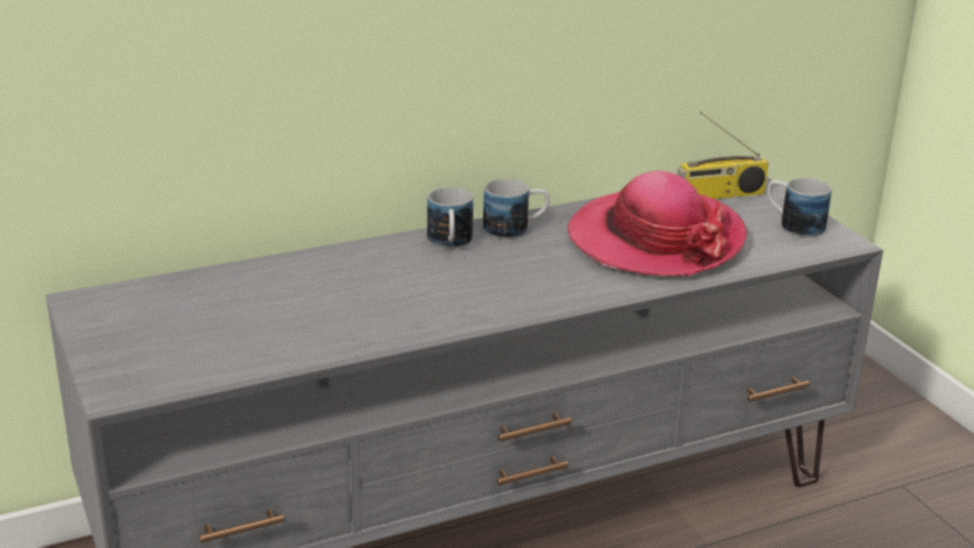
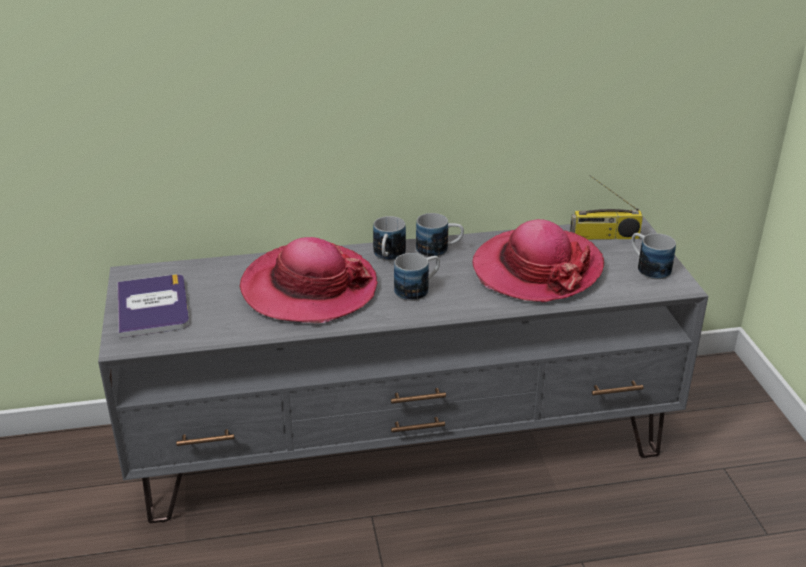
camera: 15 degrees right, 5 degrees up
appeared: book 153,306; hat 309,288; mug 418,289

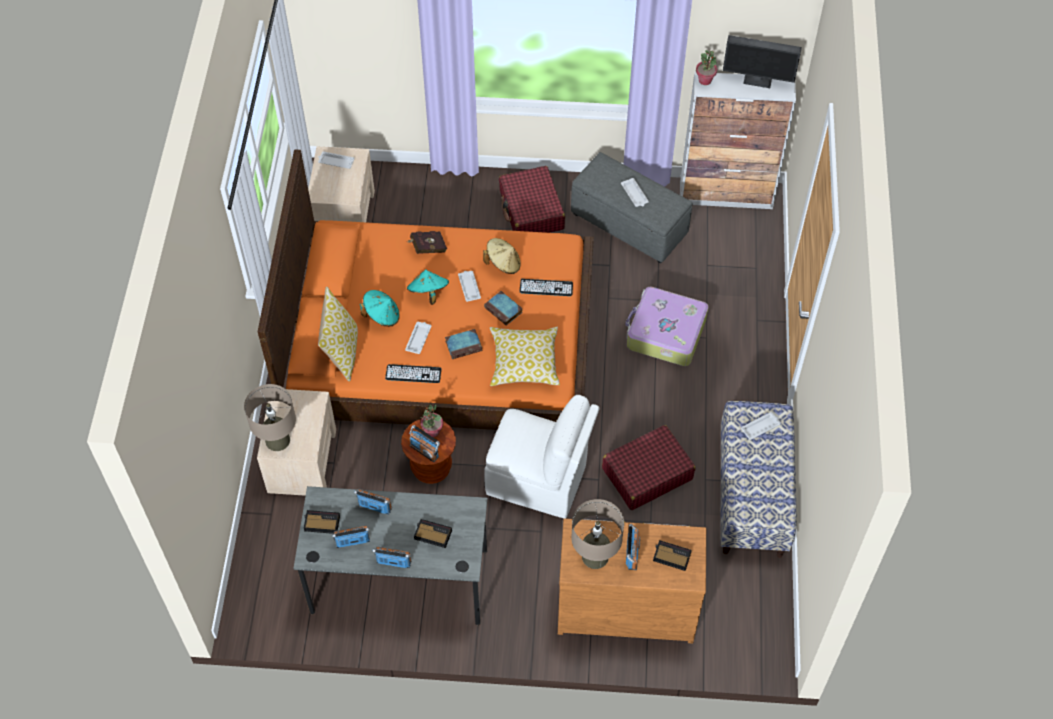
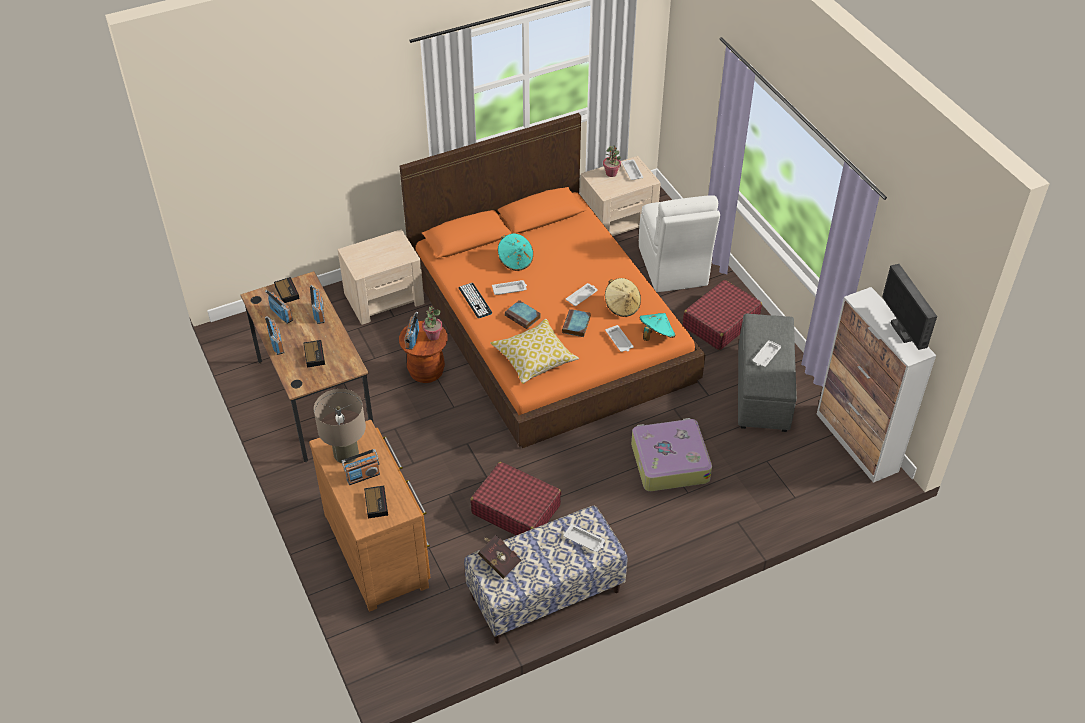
camera: 60 degrees right, 10 degrees down
missing: table lamp/beige 277,440; pillow 341,352
relocated: hat/turquoise 428,293 to 656,335; book/red 427,248 to 498,561; chair/white 539,481 to 673,267; potted plant 705,80 to 611,173
exchanged: keyboard 546,288 to tray/white 619,341
colour: desk/grey 399,581 to desk/brown 315,398

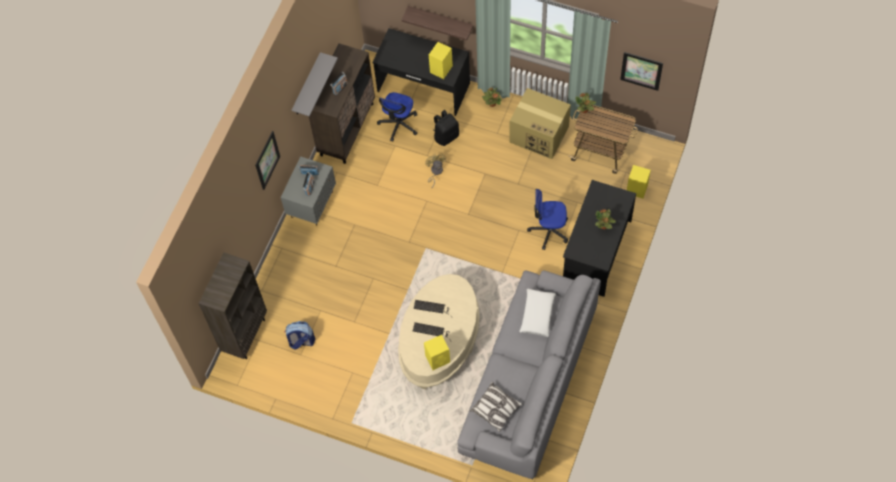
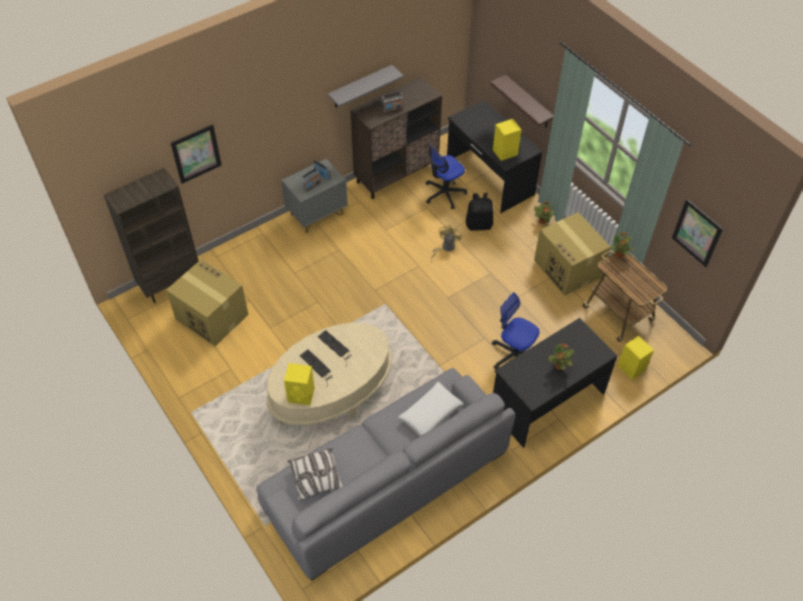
camera: 30 degrees right, 10 degrees down
relocated: picture 267,160 to 196,154
exchanged: backpack 301,341 to cardboard box 211,316

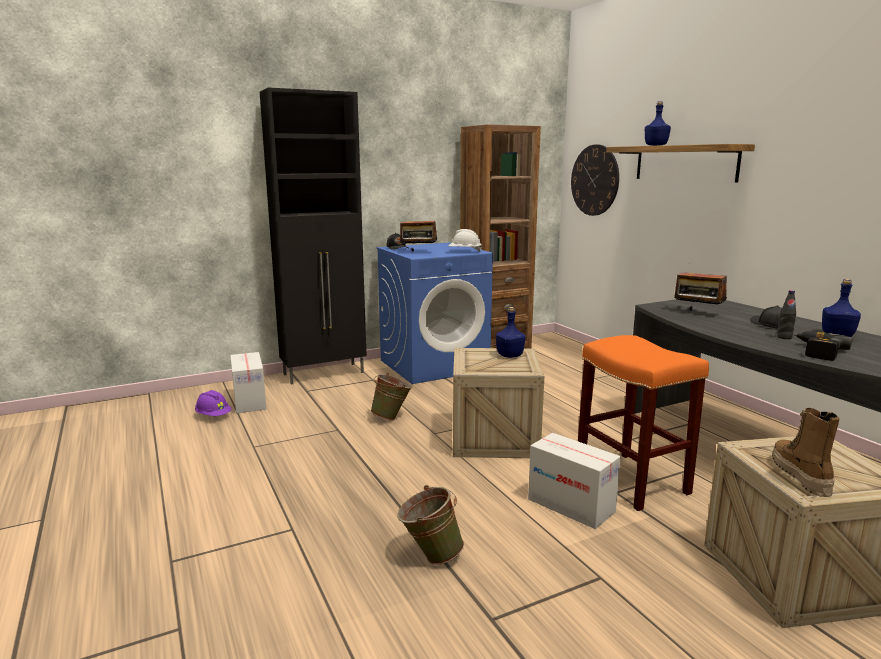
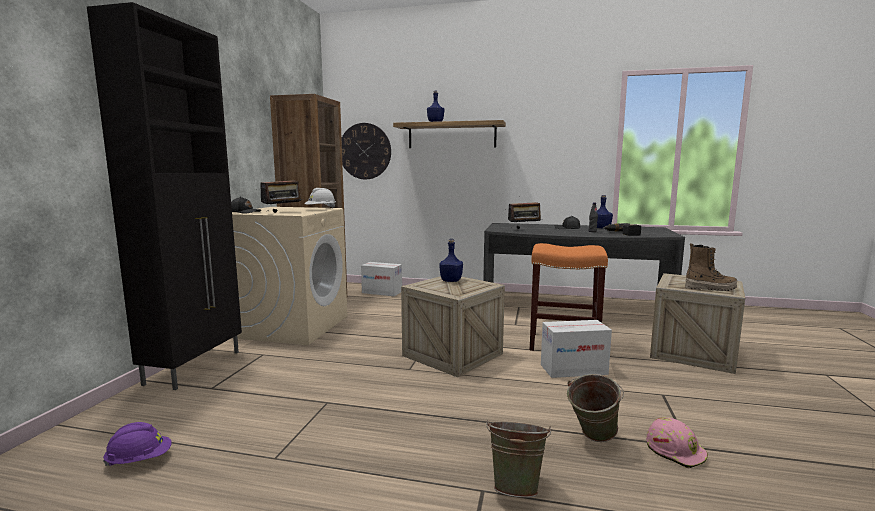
camera: 50 degrees left, 5 degrees down
appeared: hard hat/pink 675,451
relocated: cardboard box 249,401 to 382,292; bucket/green 392,417 to 516,487
colour: washing machine/blue 434,365 to washing machine/beige 293,326
spun: boot 799,475 = 710,288 150 degrees clockwise

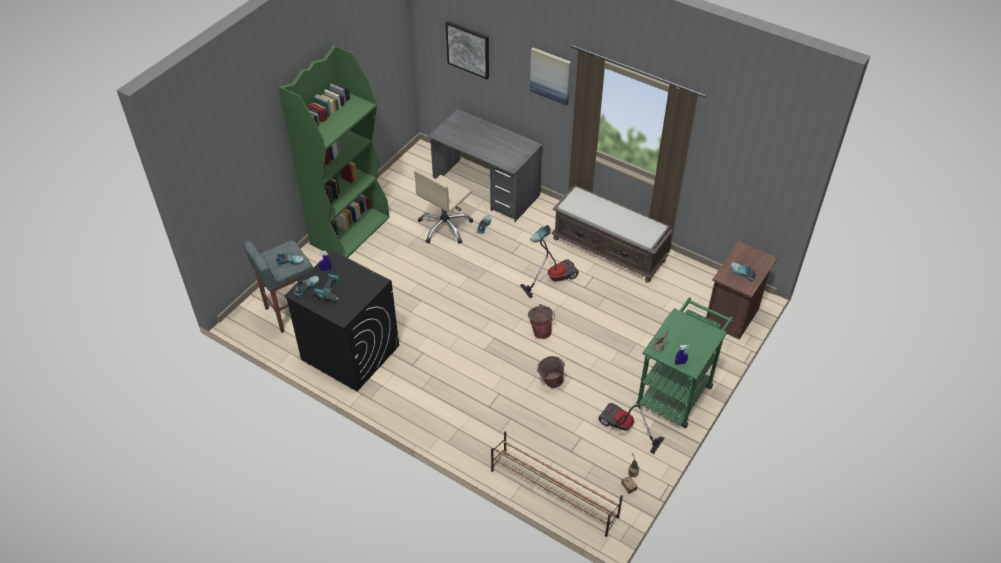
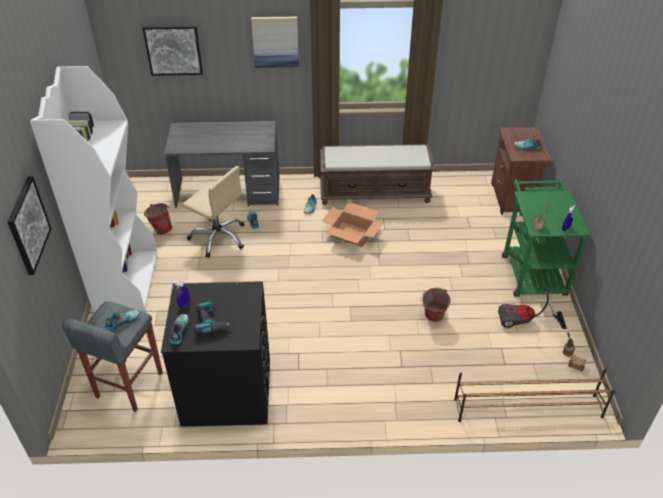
camera: 35 degrees left, 5 degrees down
appeared: picture 28,225
relocated: bucket 540,330 to 161,229
exchanged: vacuum cleaner 553,278 to cardboard box 352,234
colour: bookcase/green 350,230 to bookcase/white 126,281
spun: office chair/beige 445,227 = 218,237 60 degrees counterclockwise

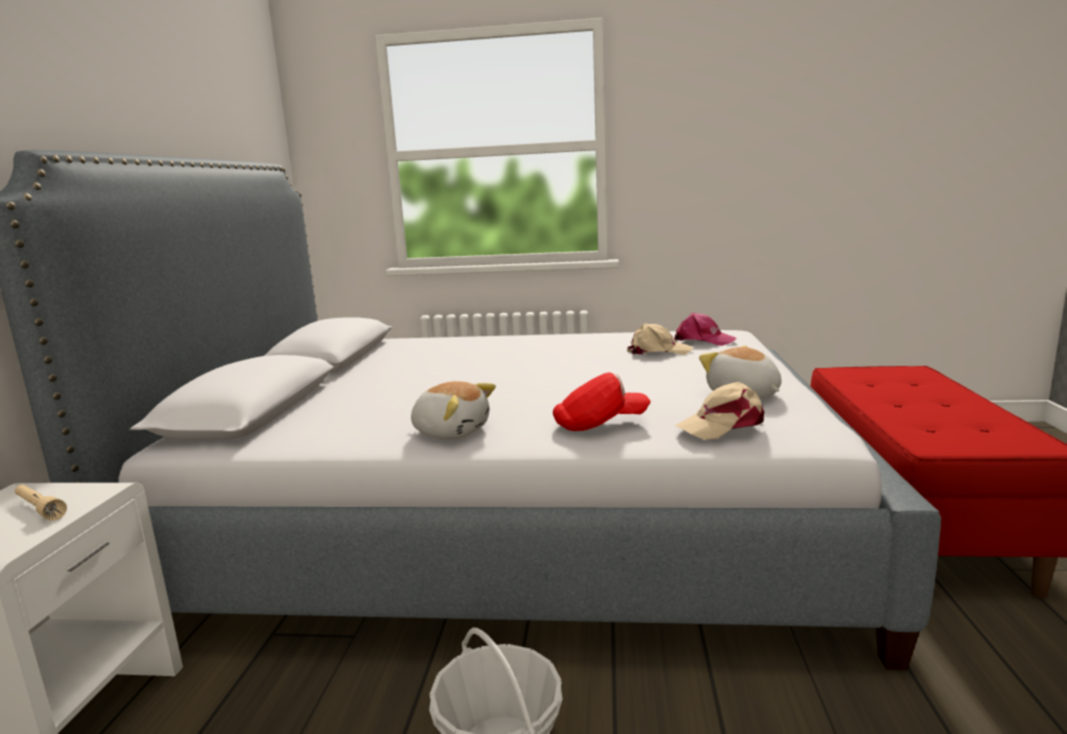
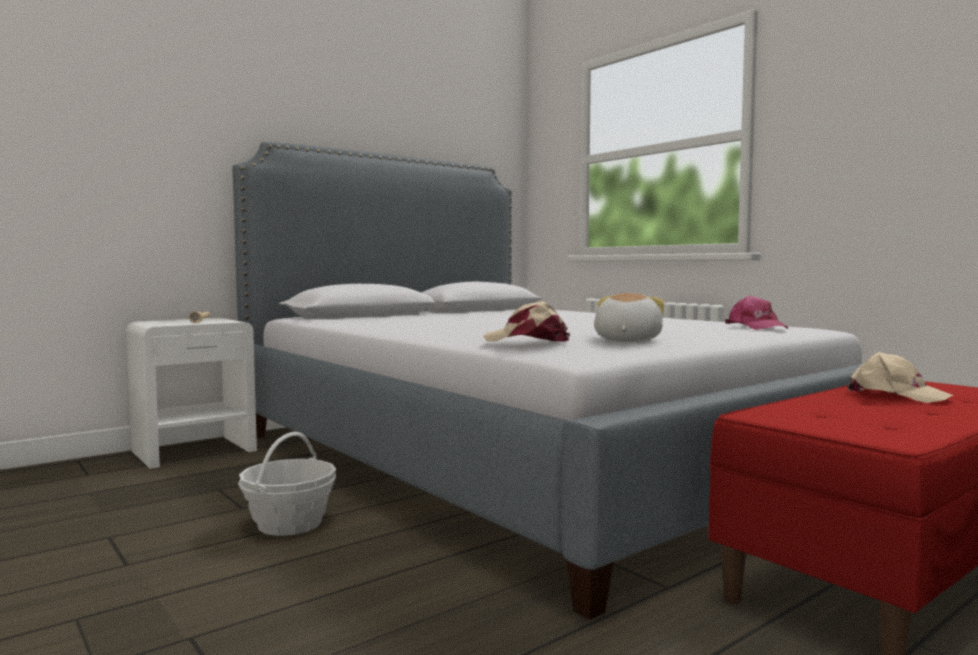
camera: 45 degrees right, 10 degrees down
missing: plush toy 451,431; cap/red 599,424
relocated: cap/beige 658,351 to 895,395

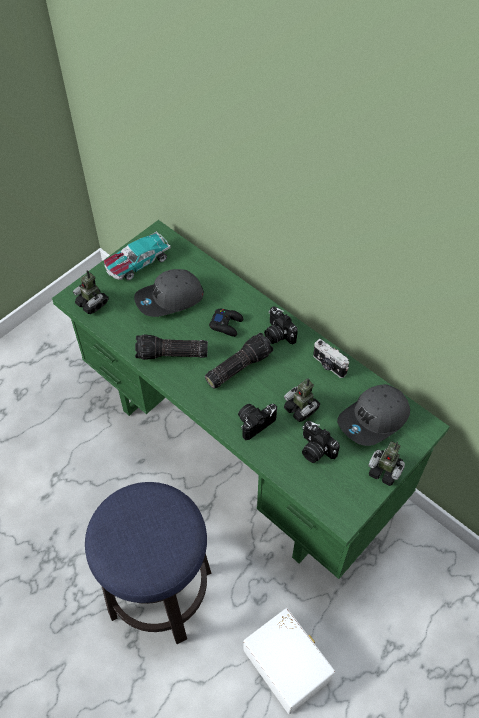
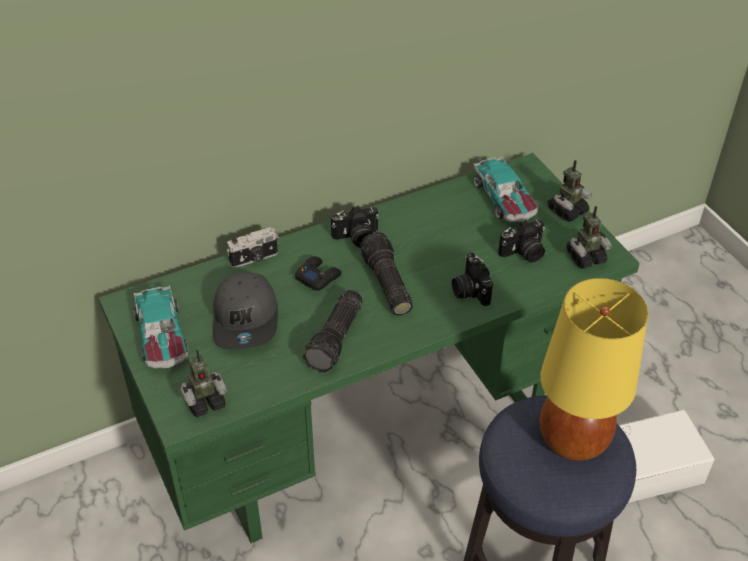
camera: 70 degrees left, 10 degrees down
appeared: table lamp/yellow 572,440
relocated: toy robot 301,408 to 585,257; photo camera 328,365 to 254,259
exchanged: cap/grey 374,420 to toy car 504,199

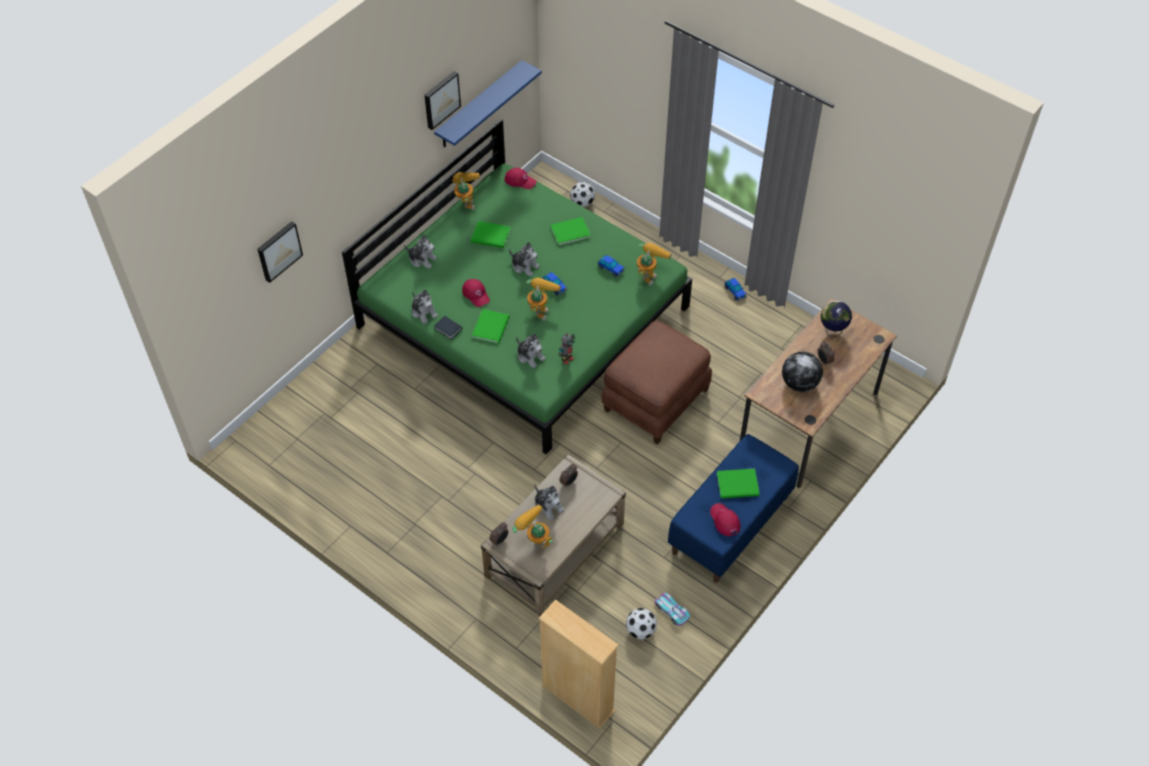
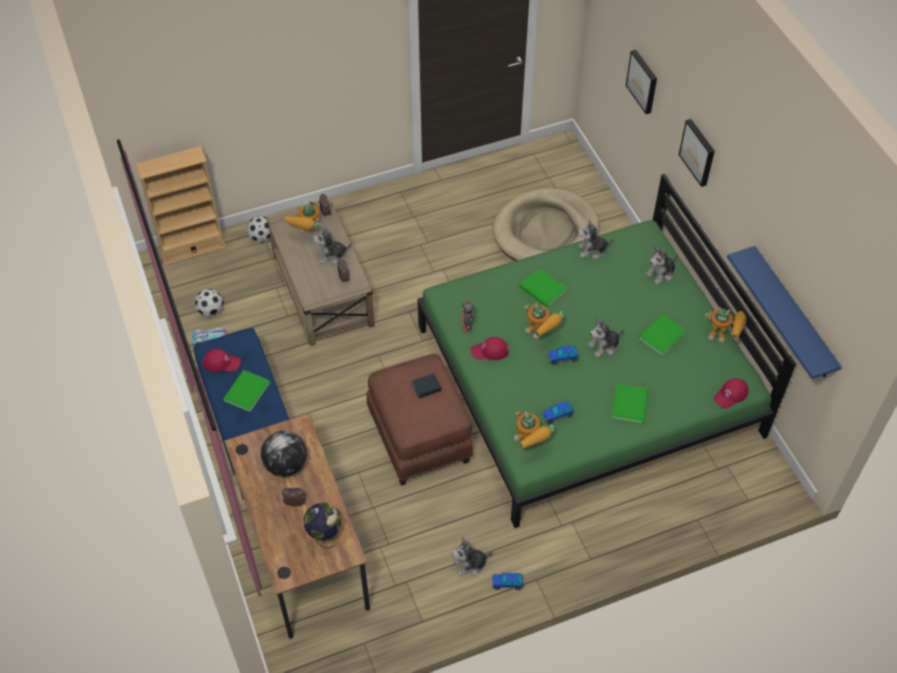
camera: 120 degrees right, 0 degrees up
appeared: dog bed/beige 545,232
relocated: picture 441,99 to 698,152; book 448,329 to 426,388; cap/red 476,294 to 490,351; plush toy 530,356 to 470,564; football 582,203 to 261,237
spun: toy robot 534,541 = 308,233 120 degrees clockwise

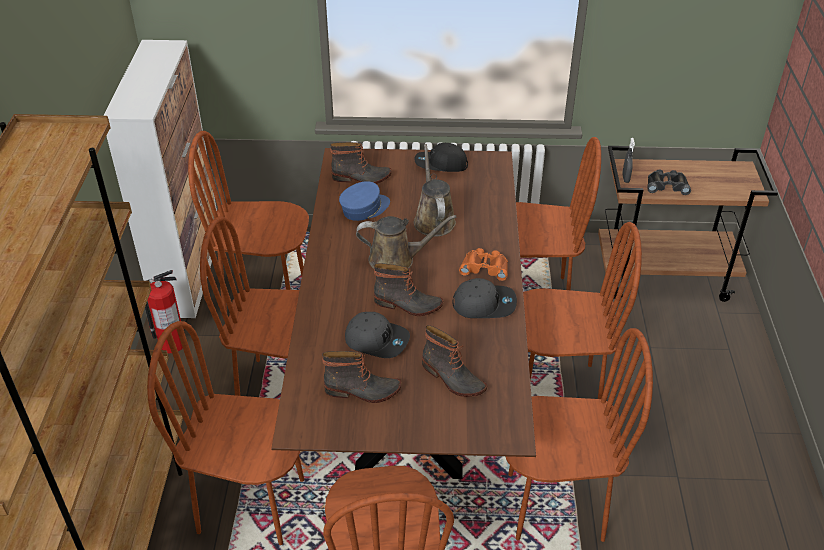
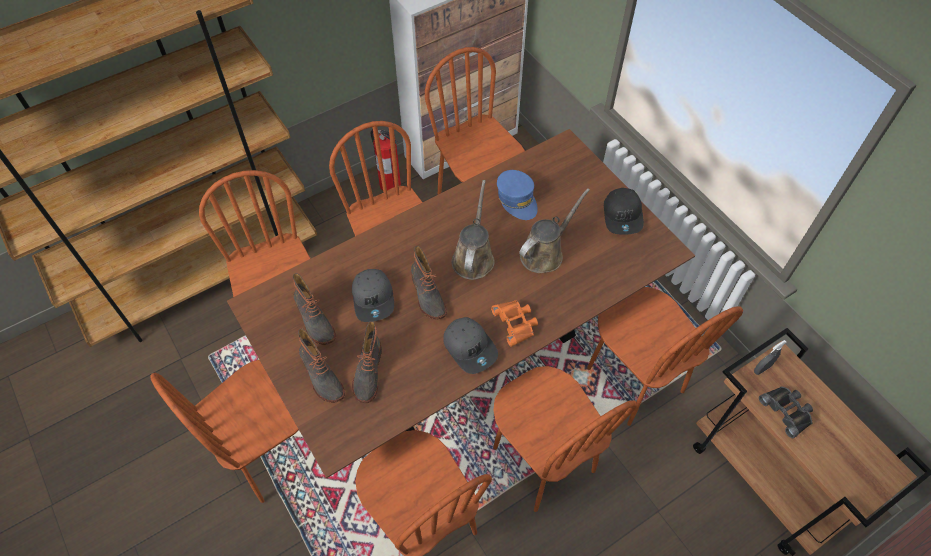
camera: 55 degrees right, 15 degrees up
relocated: boot 361,178 to 321,377
spun: cap/blue 364,208 = 517,199 45 degrees clockwise; watering can/brown 396,260 = 473,257 135 degrees counterclockwise; cap/black 441,164 = 623,216 150 degrees counterclockwise

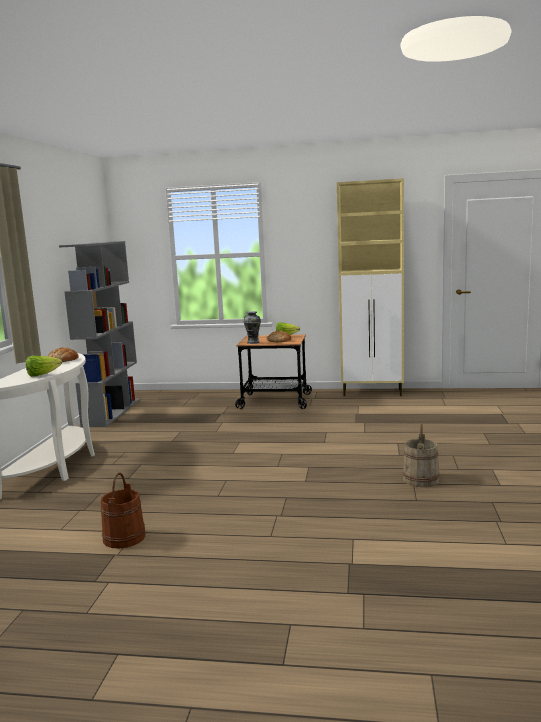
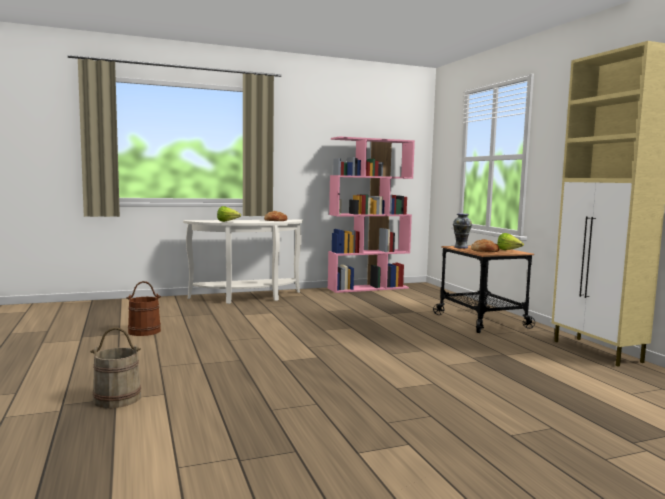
camera: 60 degrees right, 5 degrees down
relocated: bucket/beige 421,479 to 117,399
colour: bookcase/grey 112,412 to bookcase/pink 368,288

